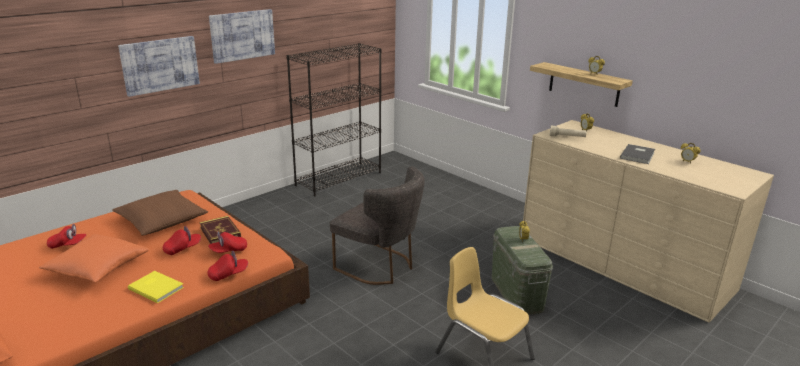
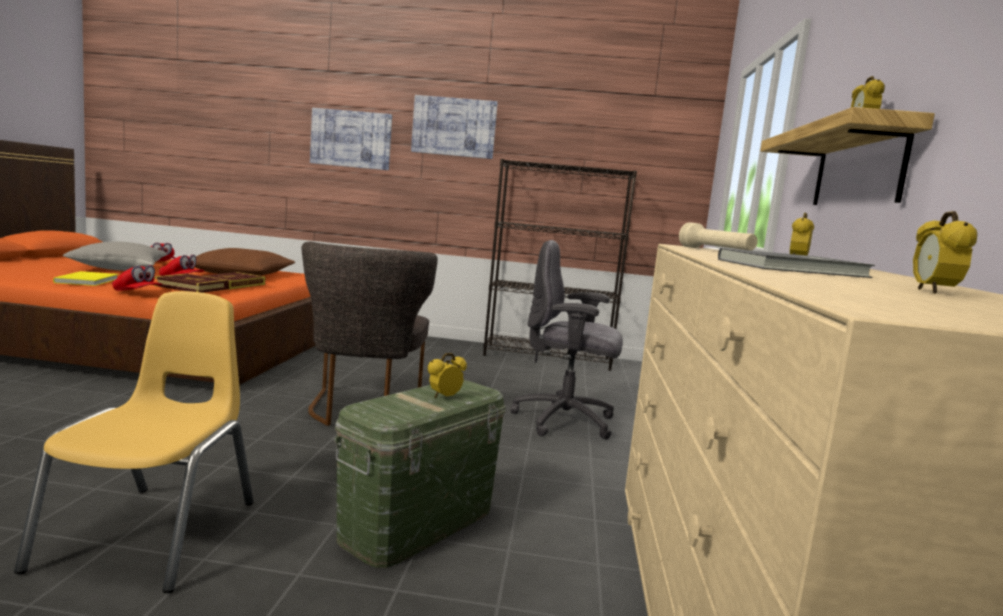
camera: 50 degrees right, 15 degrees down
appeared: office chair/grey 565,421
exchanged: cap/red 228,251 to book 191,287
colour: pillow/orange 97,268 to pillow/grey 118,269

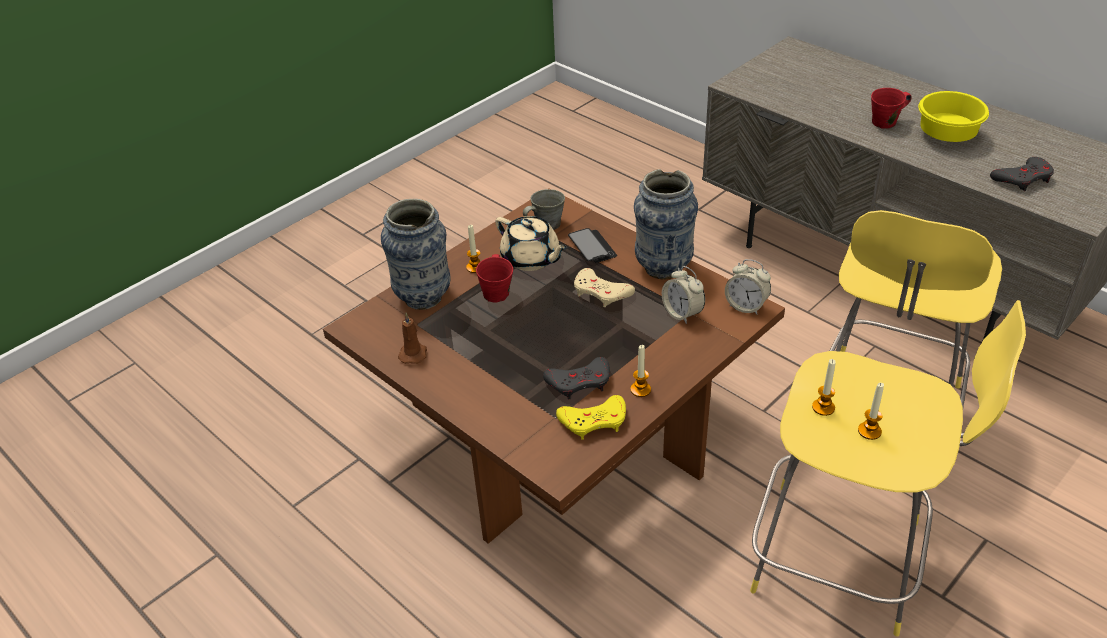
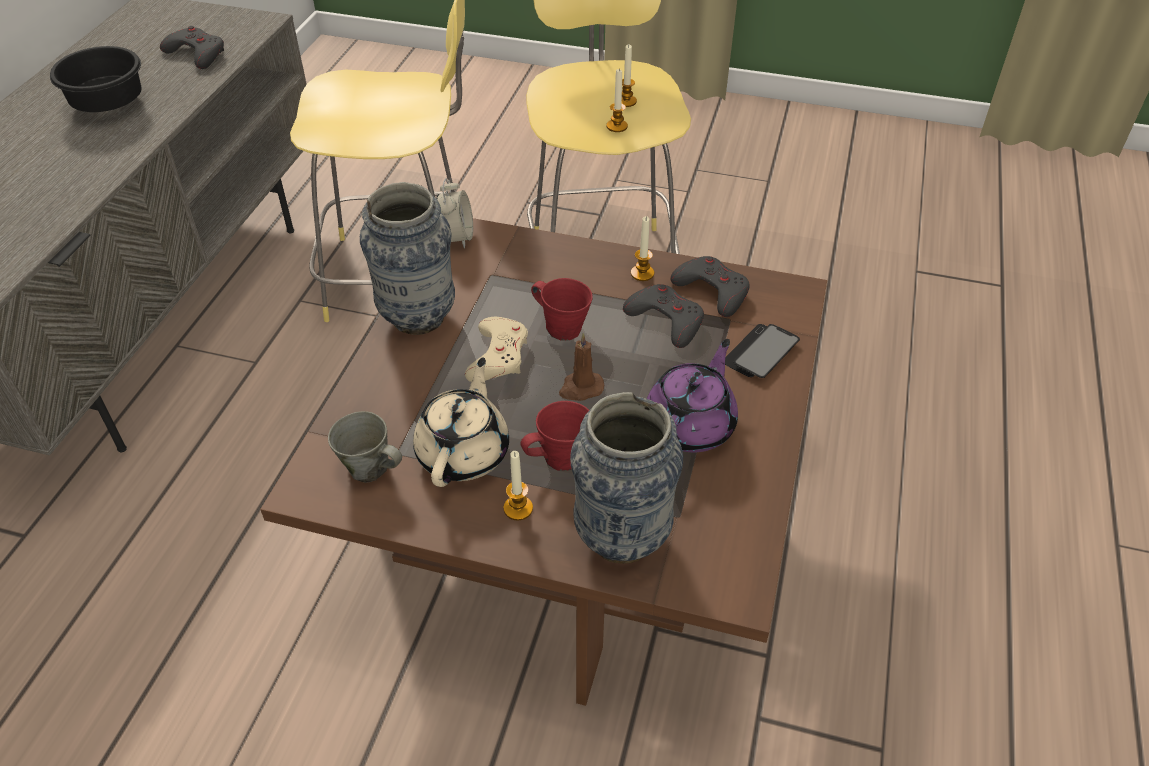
camera: 120 degrees left, 5 degrees up
missing: alarm clock 682,313
appeared: teapot/purple 690,425
relocated: candle/brown 413,353 to 580,388; phone 592,247 to 760,352; mug/red 885,122 to 562,327
colour: game controller/yellow 594,421 to game controller/grey 712,290; bowl/yellow 947,134 to bowl/black 106,104

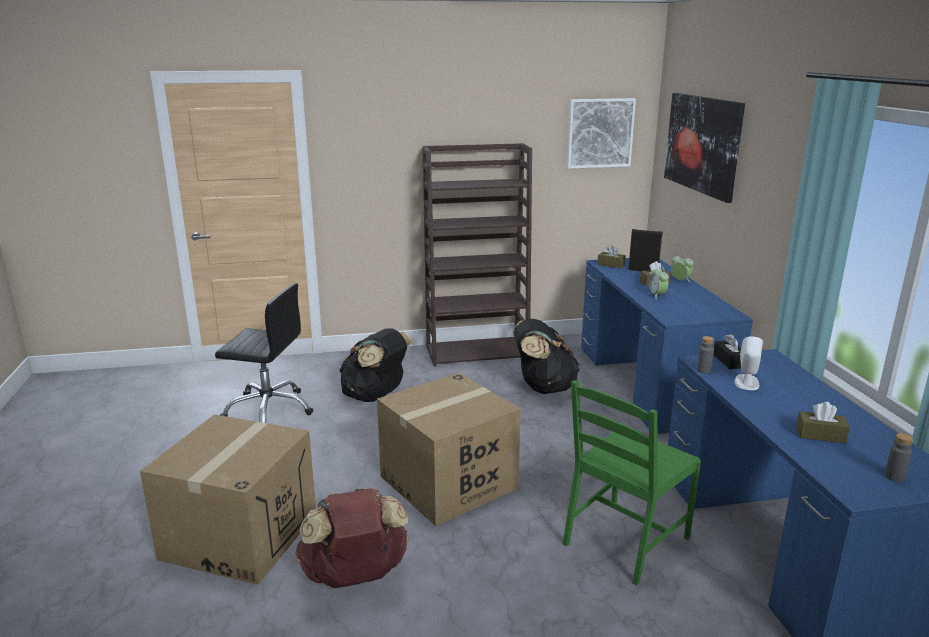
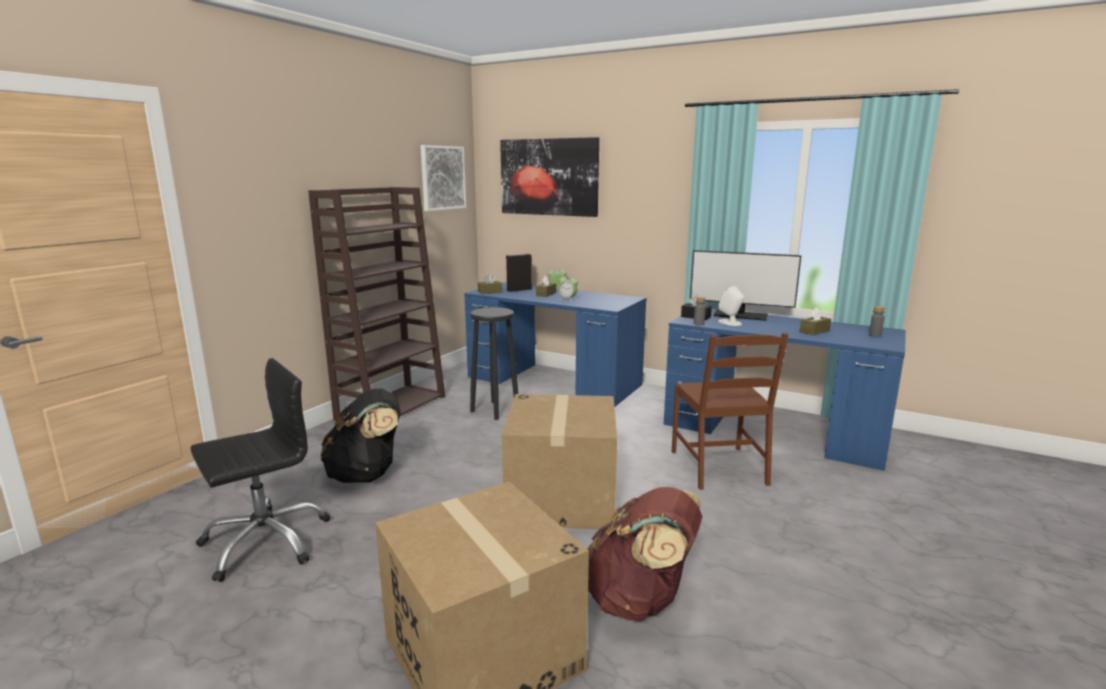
camera: 50 degrees left, 5 degrees down
appeared: monitor 740,315
exchanged: backpack/black 543,387 to stool/black 494,410
colour: chair/green 625,541 to chair/brown 720,468

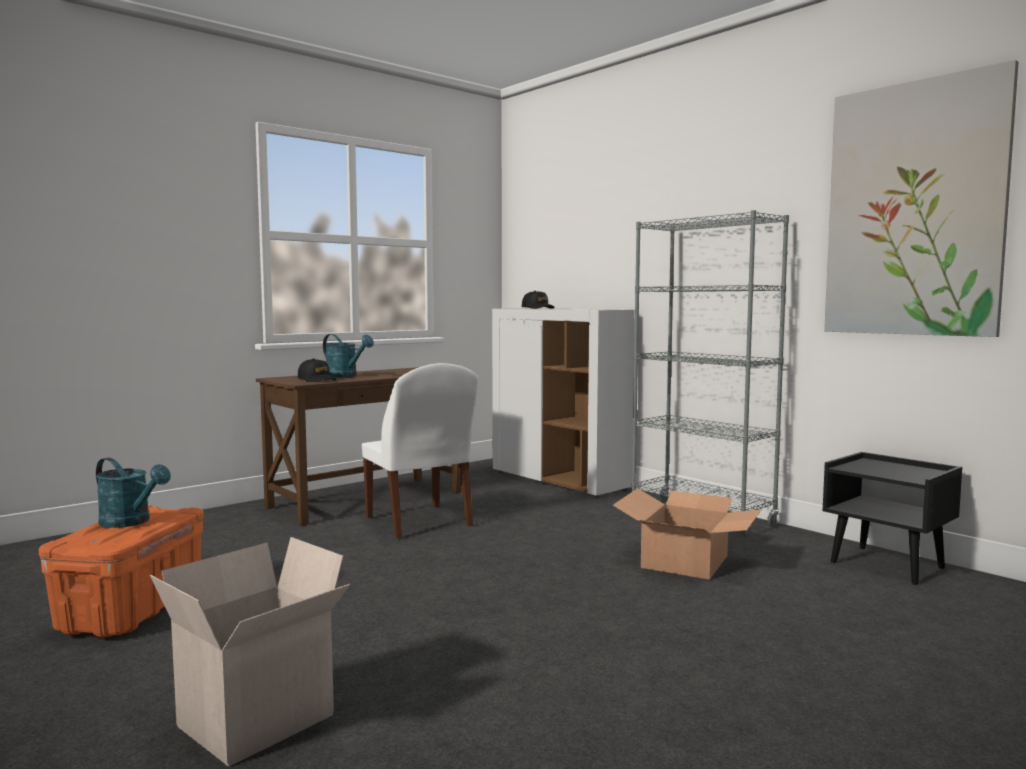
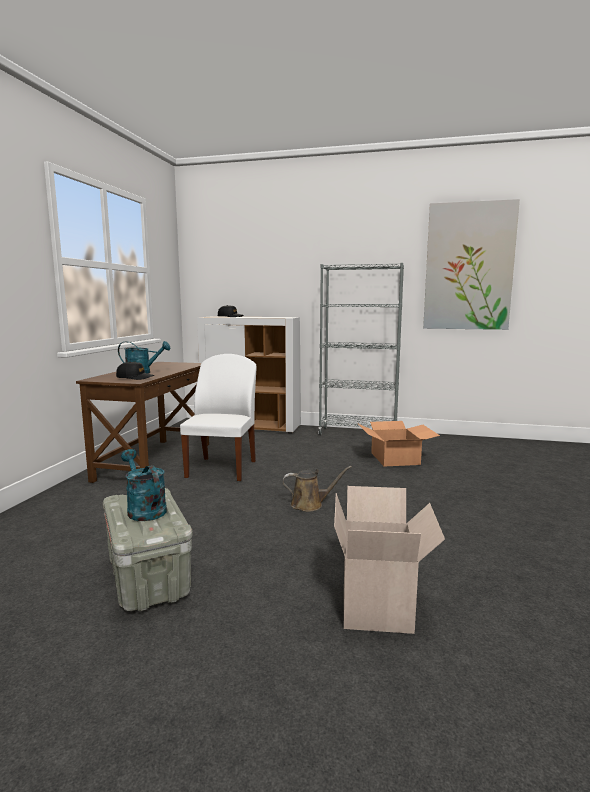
camera: 35 degrees left, 5 degrees up
missing: nightstand/black 888,565
appeared: watering can/brown 310,504
colour: storage box/orange 132,610 to storage box/grey 148,578
spun: watering can/turquoise 131,522 = 144,509 120 degrees counterclockwise; chair/white 419,523 = 222,468 105 degrees counterclockwise

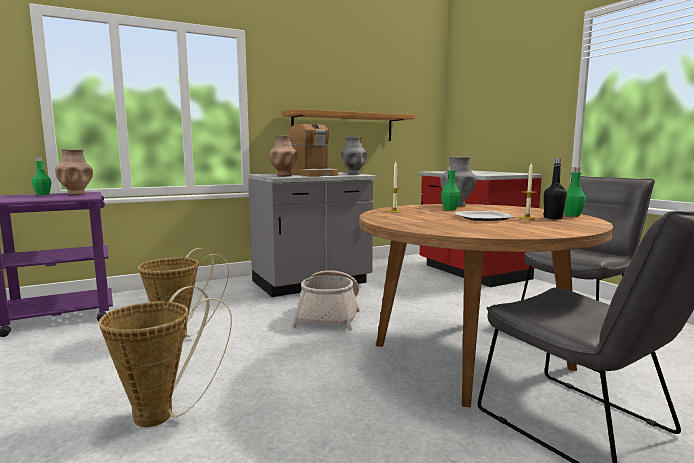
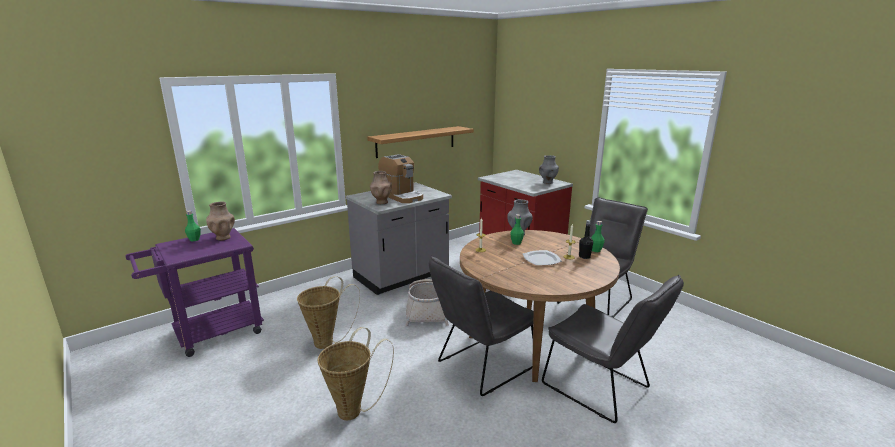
camera: 10 degrees left, 10 degrees up
appeared: chair/grey 481,366
relocated: vase/grey 353,174 to 547,182

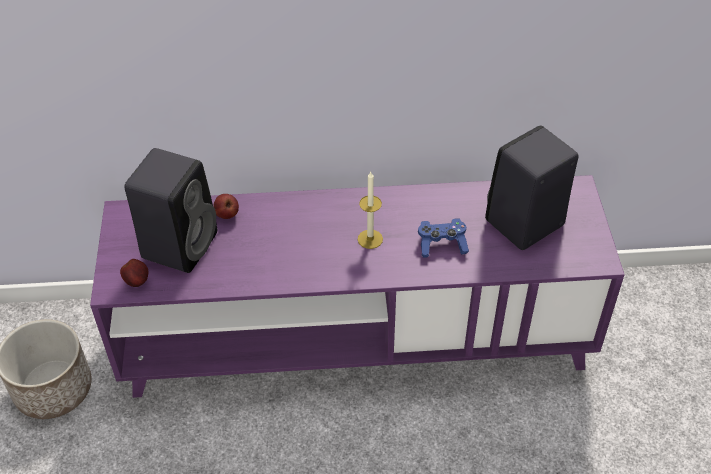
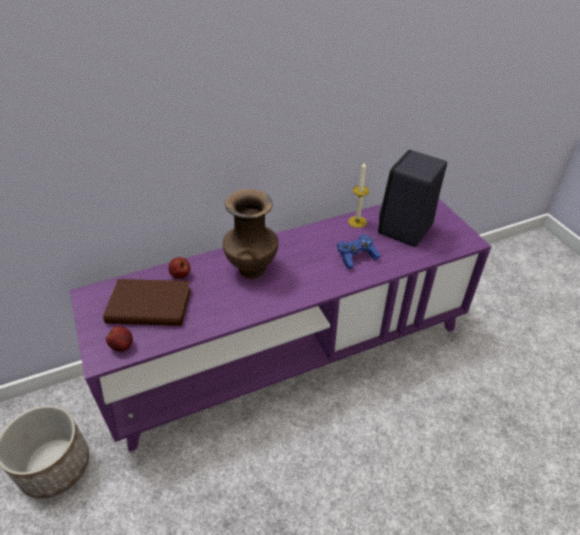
camera: 20 degrees left, 5 degrees down
appeared: vase/brown 252,268
relocated: candle 370,239 to 357,221
exchanged: speaker/black 180,243 to book/brown 149,306

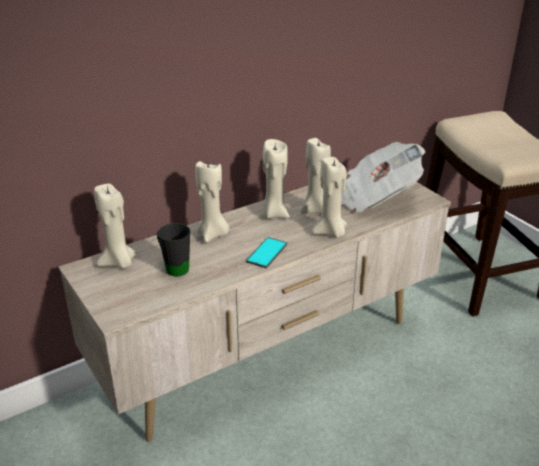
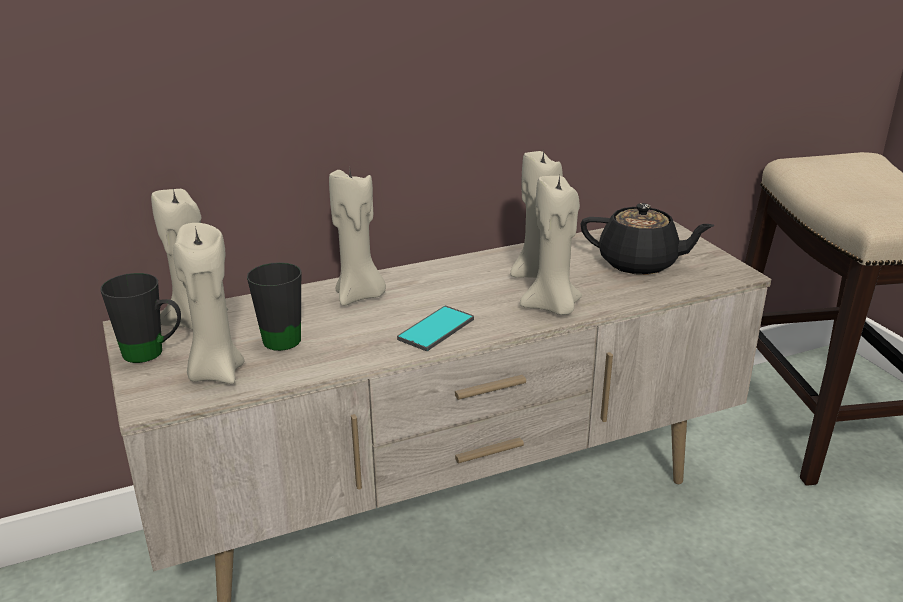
camera: 10 degrees right, 5 degrees down
appeared: mug/black 153,354
relocated: candle/beige 274,214 to 216,373
exchanged: newspaper 374,197 to teapot/black 640,263

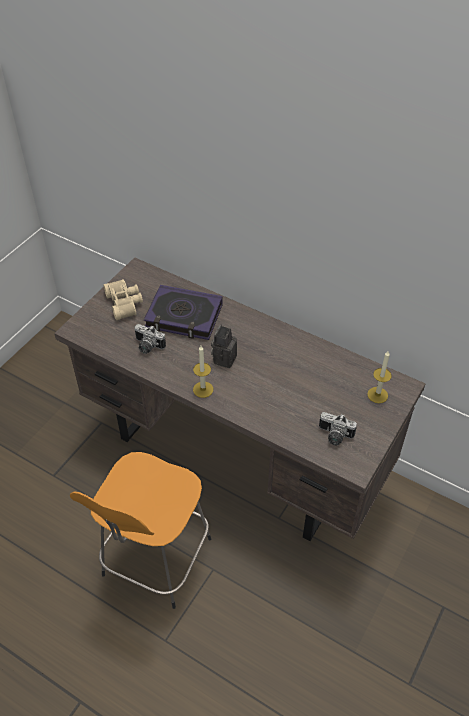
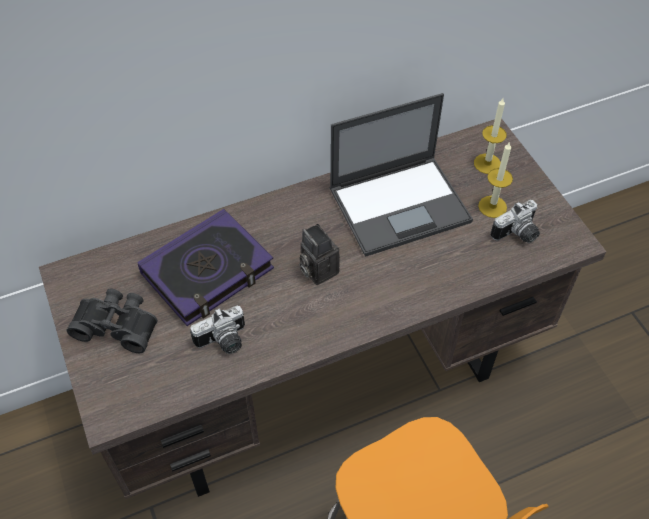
camera: 55 degrees left, 5 degrees up
appeared: laptop 401,204
relocated: candle 203,389 to 492,206
colour: binoculars/beige 125,303 to binoculars/black 118,325

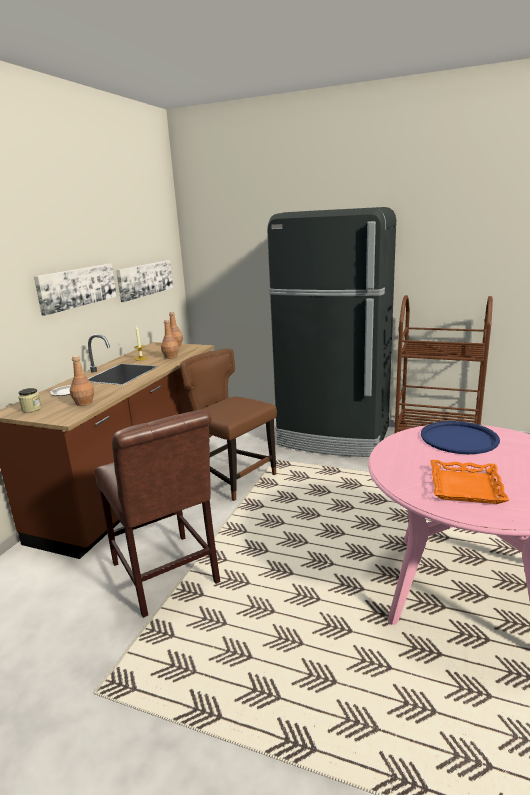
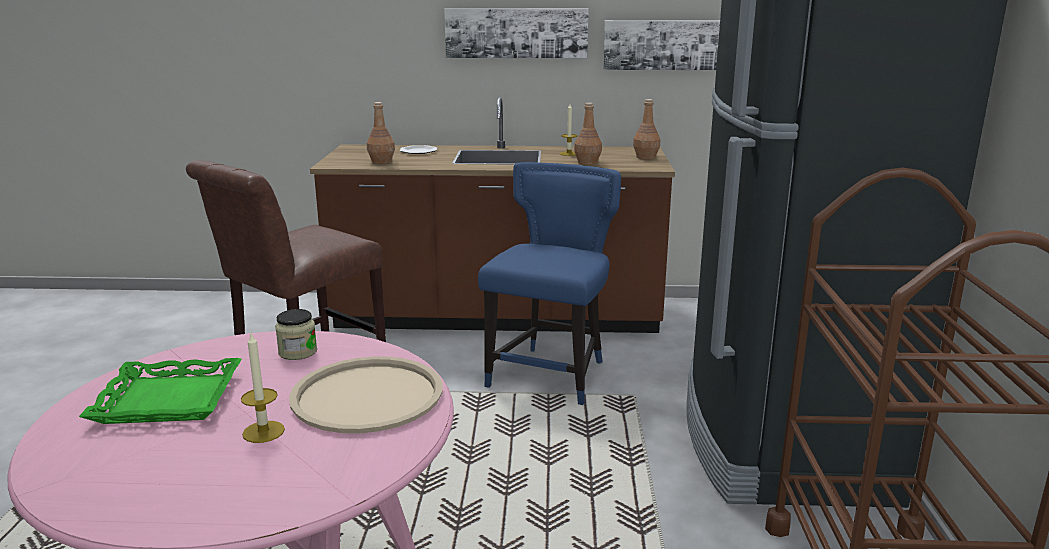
camera: 70 degrees right, 0 degrees up
appeared: candle 263,432
relocated: jar 31,409 to 298,352
colour: chair/brown 233,478 to chair/blue 551,374; tray/blue 459,438 to tray/beige 367,396; tray/orange 465,487 to tray/green 169,399

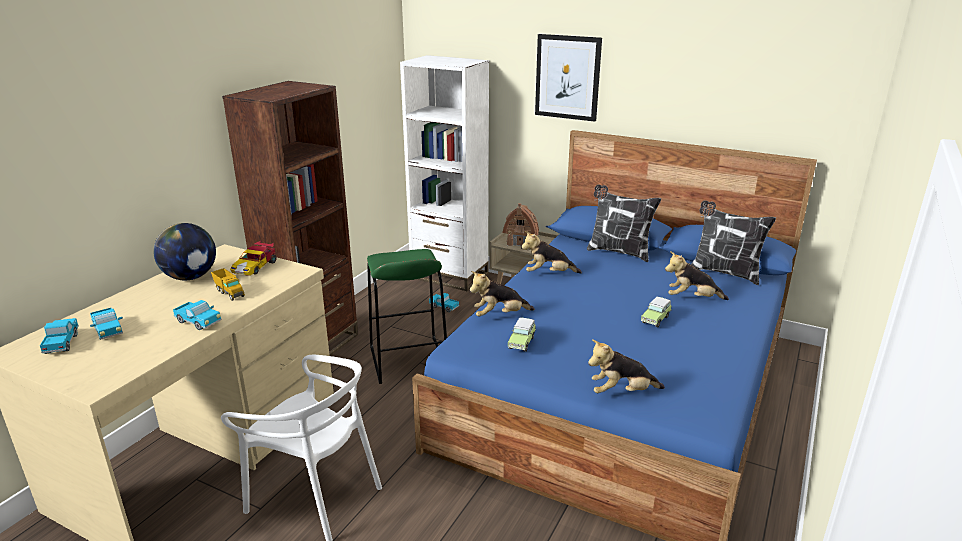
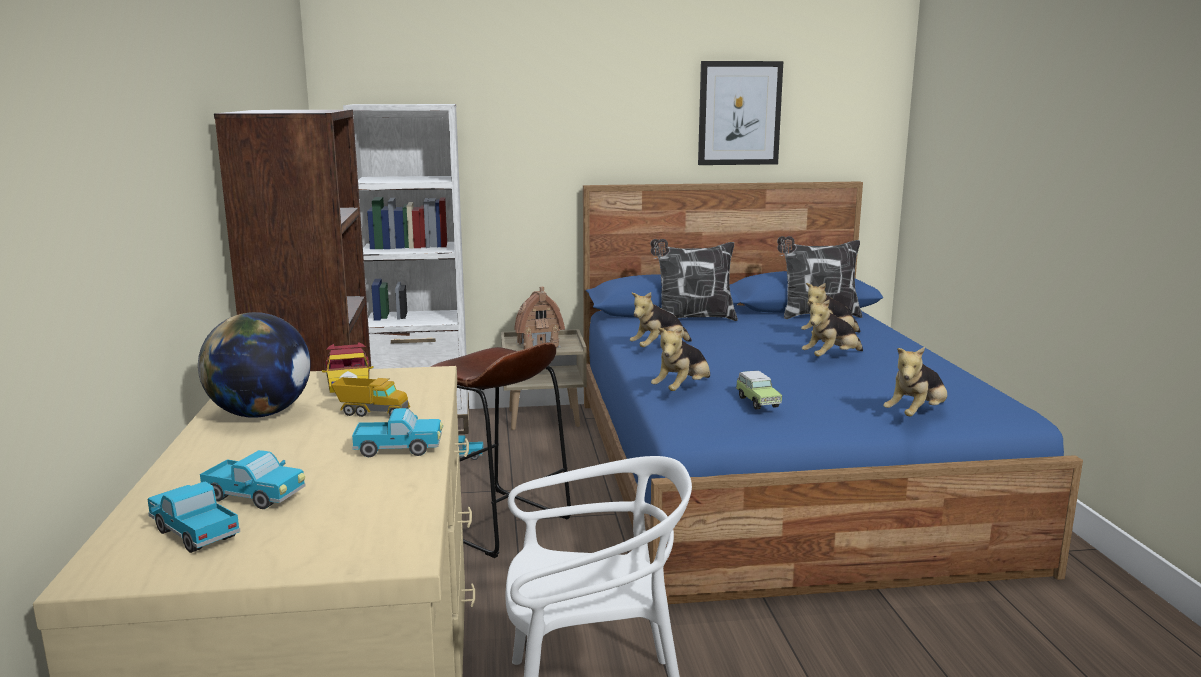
camera: 35 degrees left, 10 degrees down
relocated: picture 567,77 to 739,113
exchanged: toy car 656,319 to plush toy 831,358
colour: stool/green 408,360 to stool/brown 496,522

